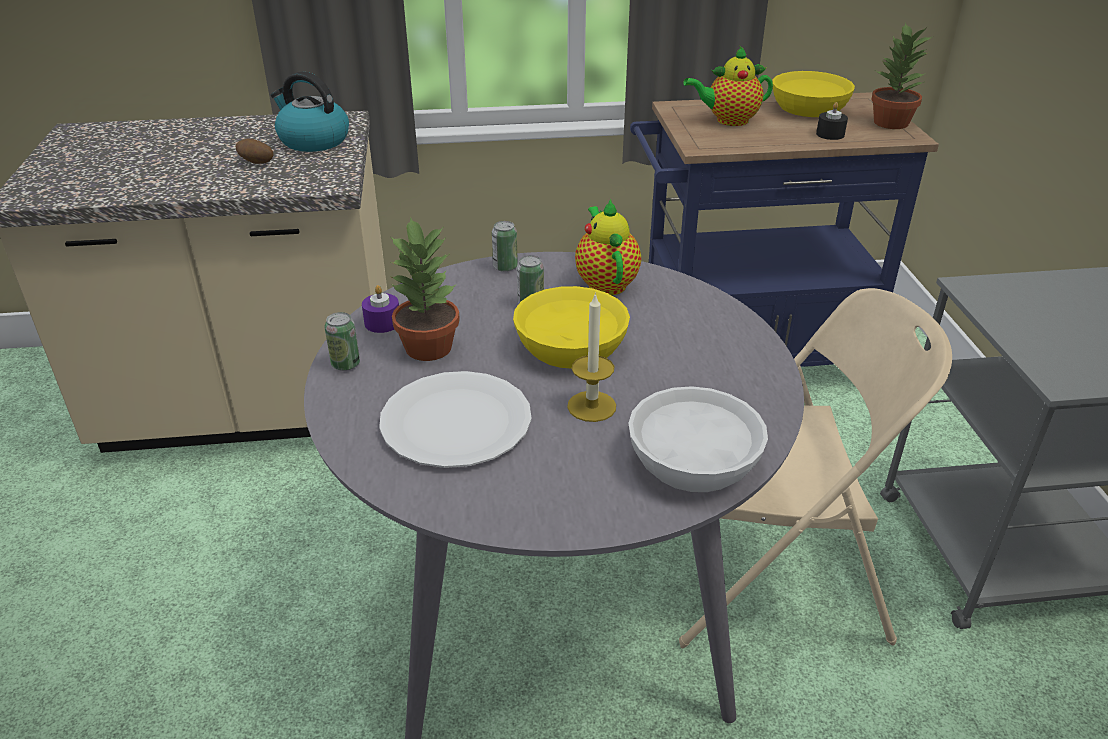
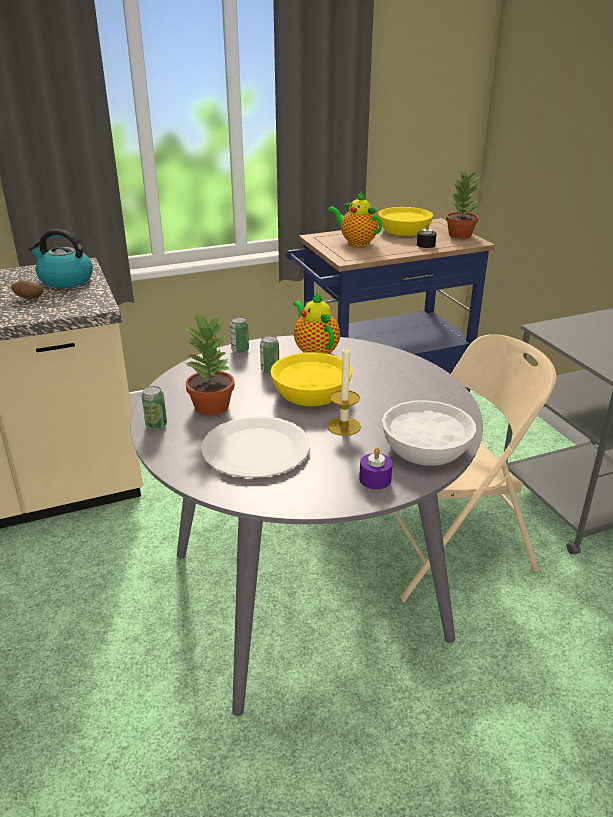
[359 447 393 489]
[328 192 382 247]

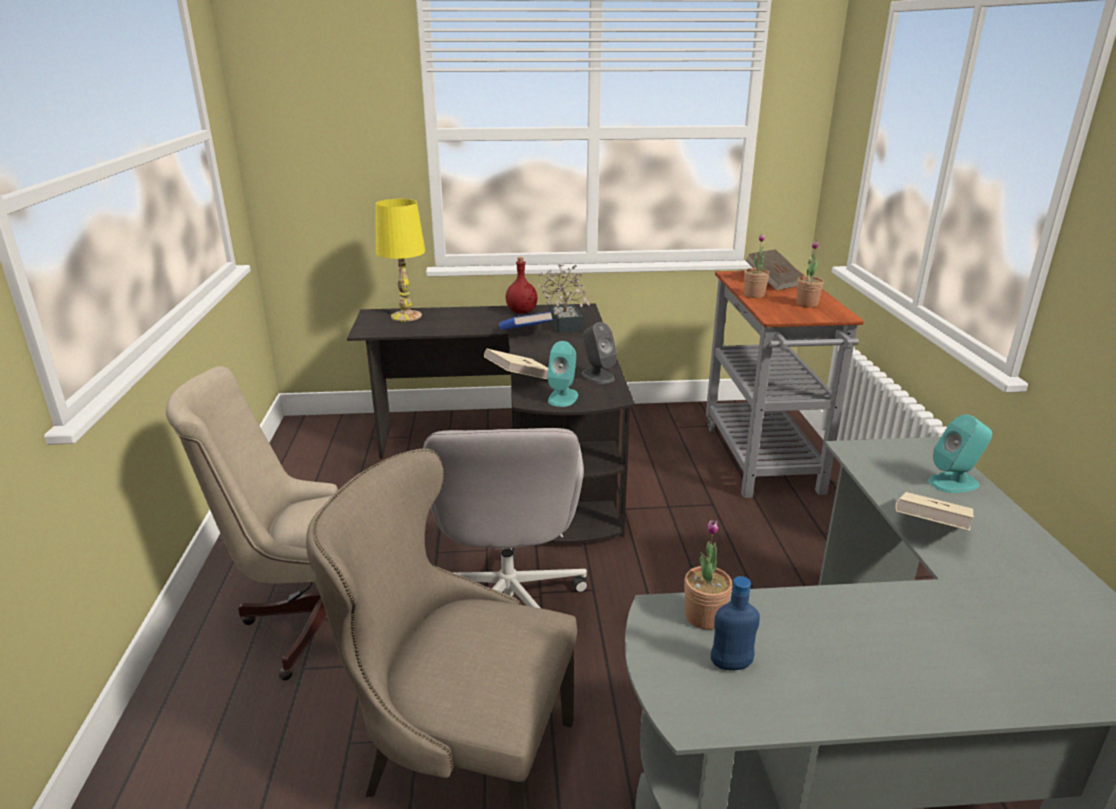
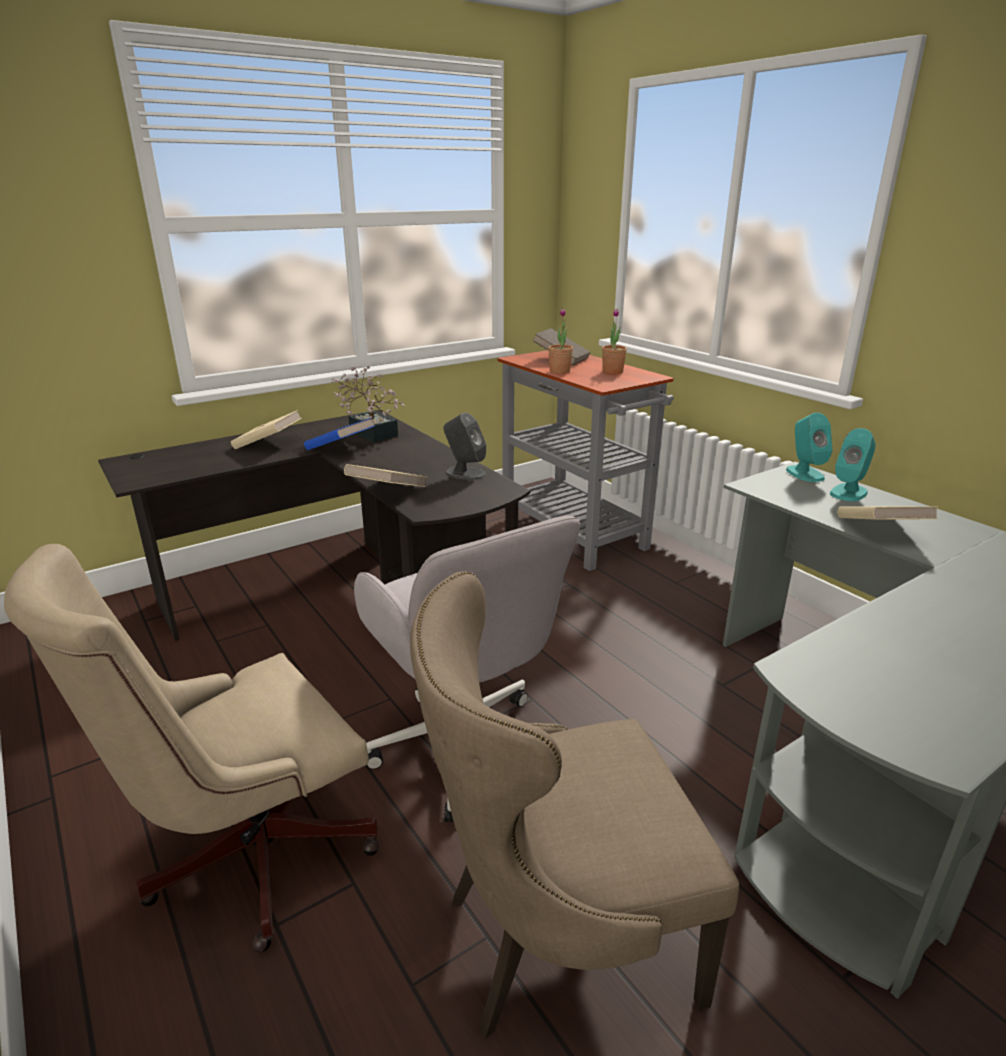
[375 199 425 322] (first image)
[506 257 537 314] (first image)
[786 413 832 482]
[684 520 732 630] (first image)
[711 576 760 670] (first image)
[231 410 302 449]

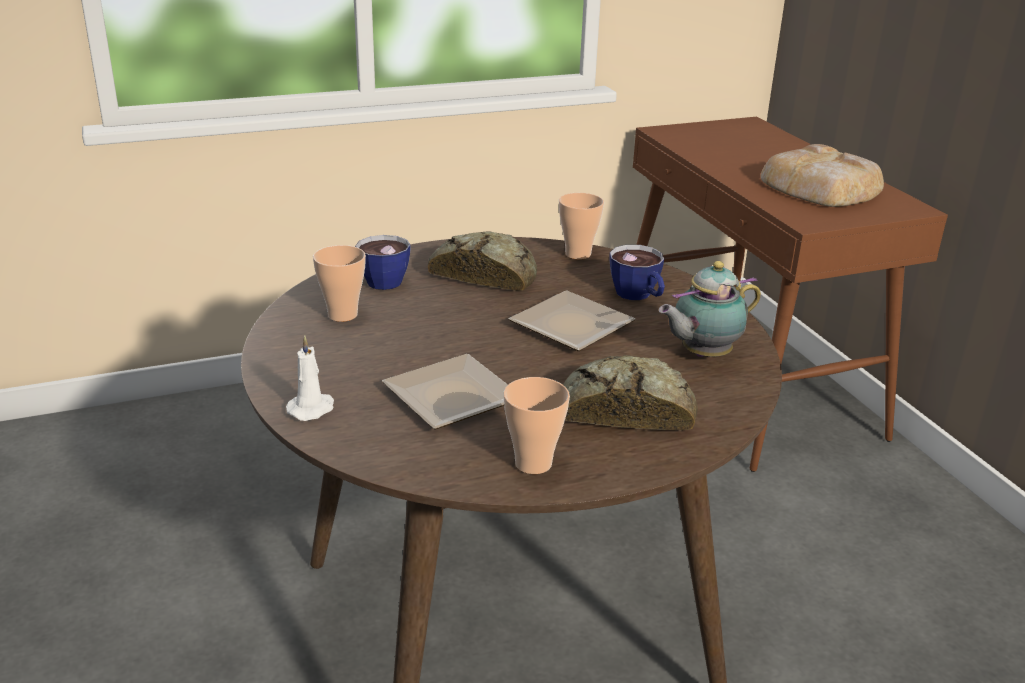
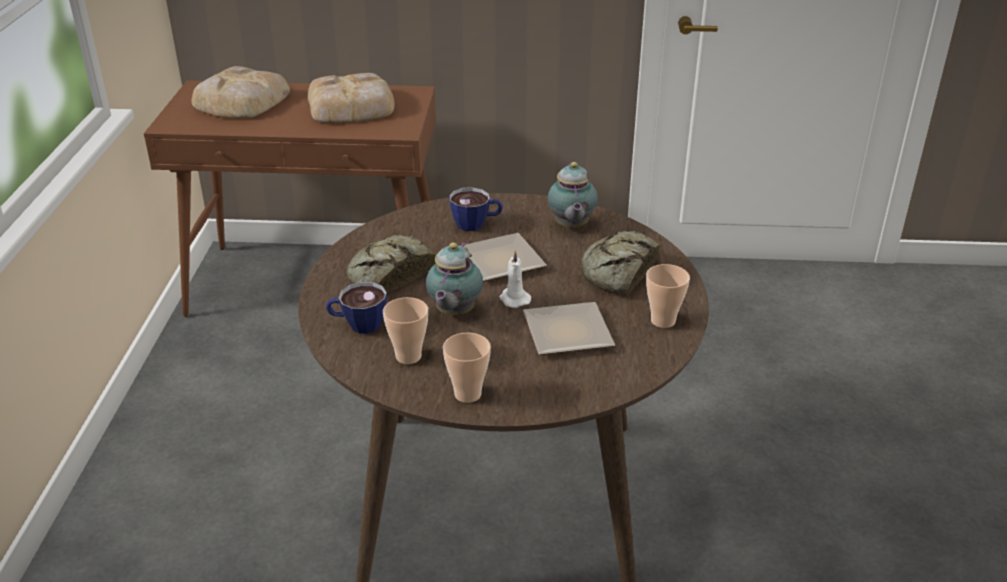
[499 250 531 308]
[443 333 491 403]
[191 66 290 119]
[426 242 483 316]

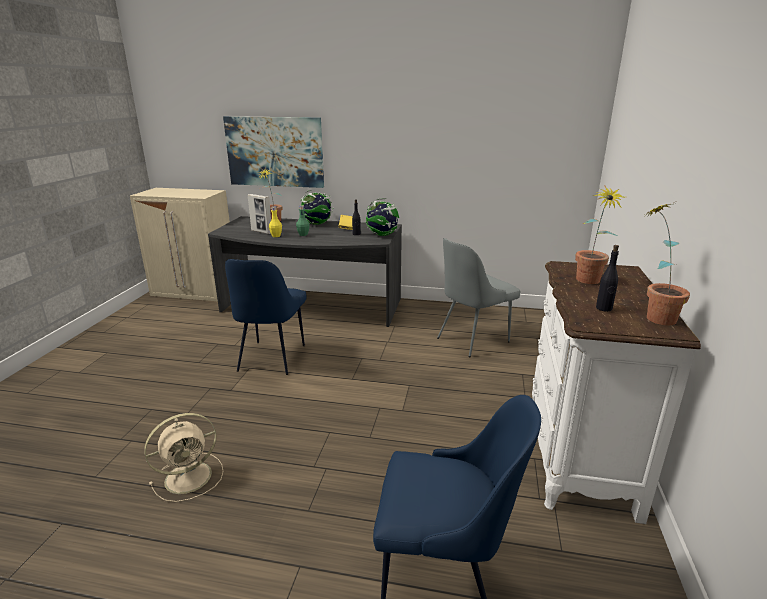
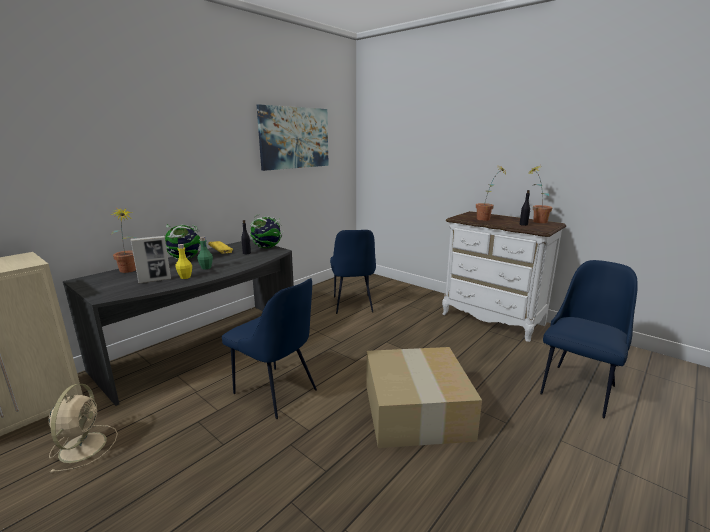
[48 384 118 473]
[257 105 329 171]
[330 230 376 314]
[366 347 482 448]

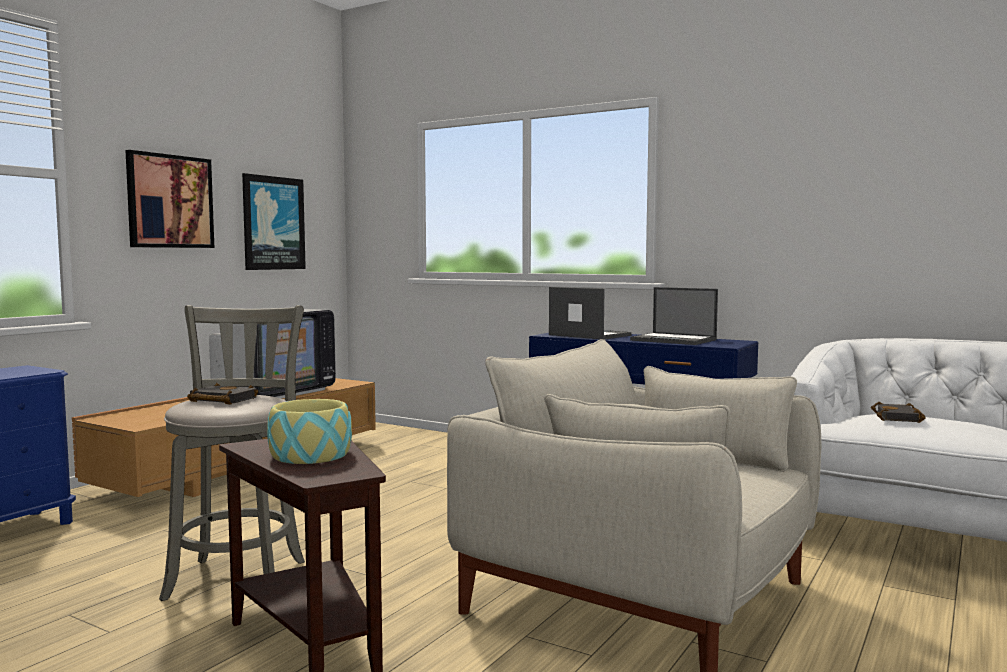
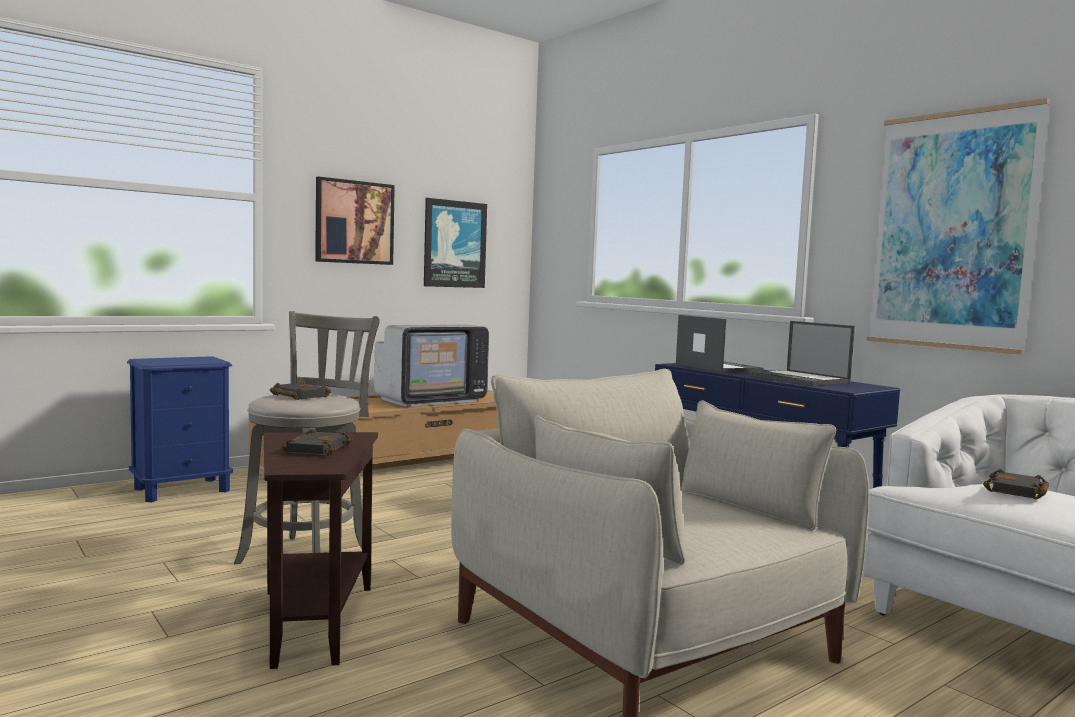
[281 429 353 456]
[866 98 1050 355]

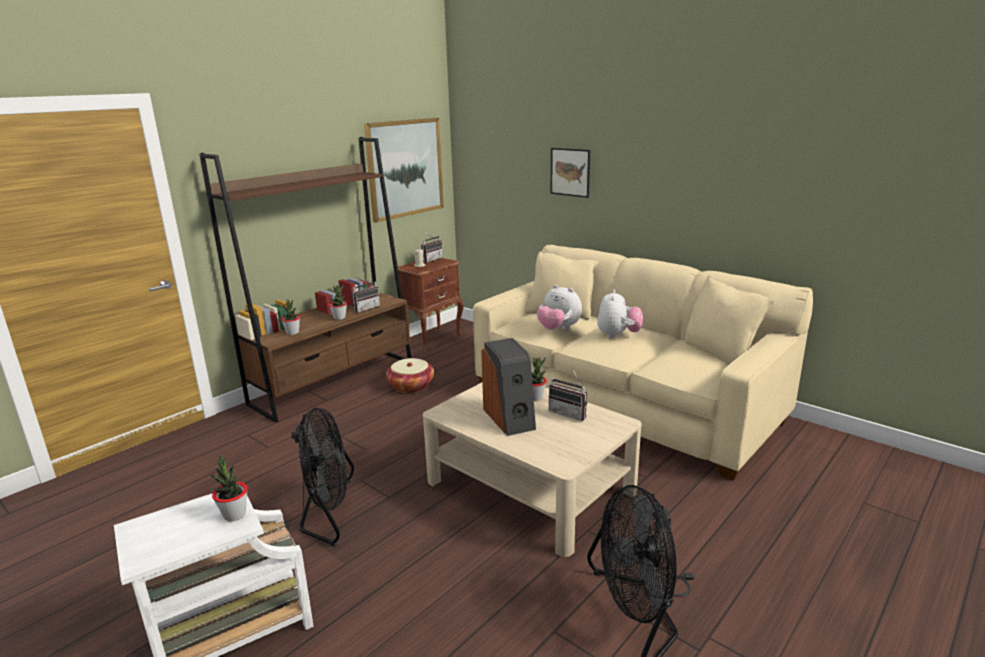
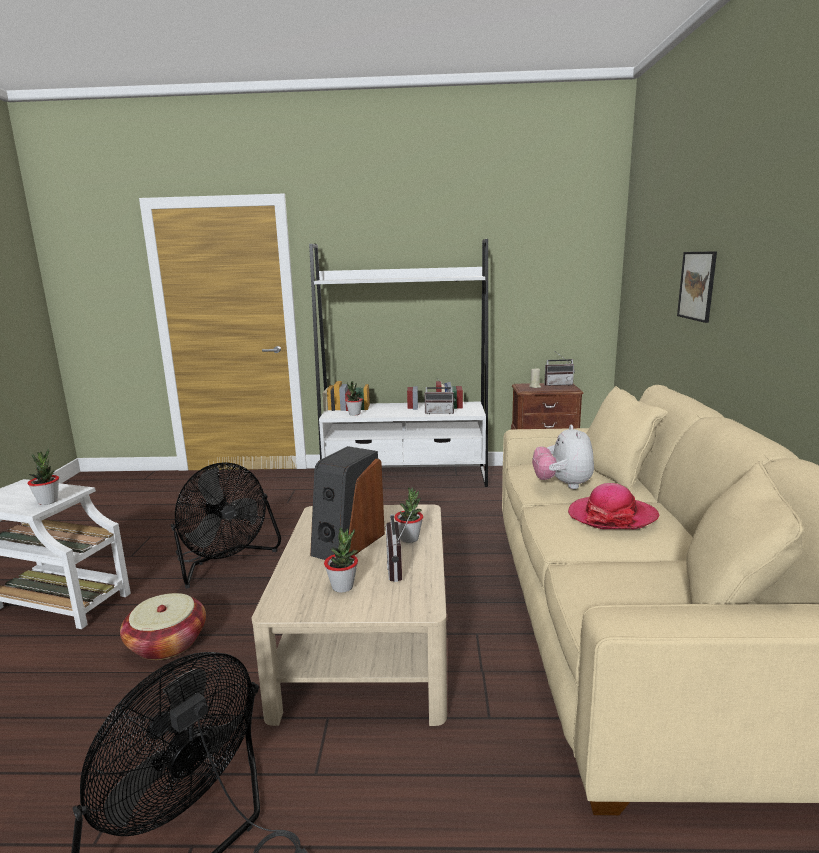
[309 239 488 487]
[324 527 358 593]
[364 118 444 223] (first image)
[120 593 206 660]
[568 483 659 529]

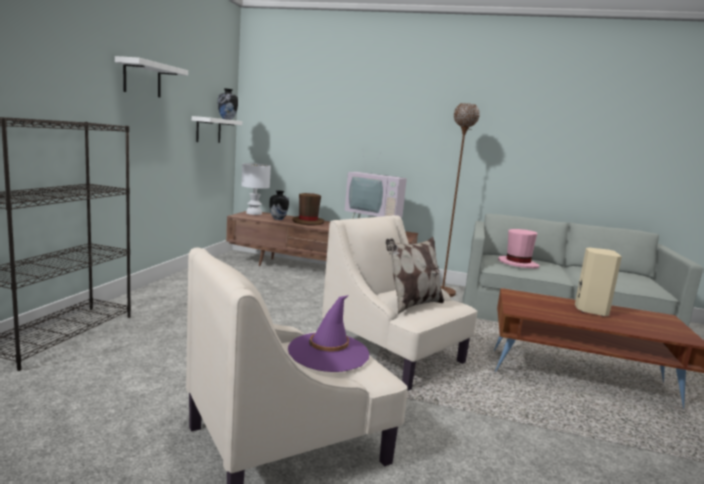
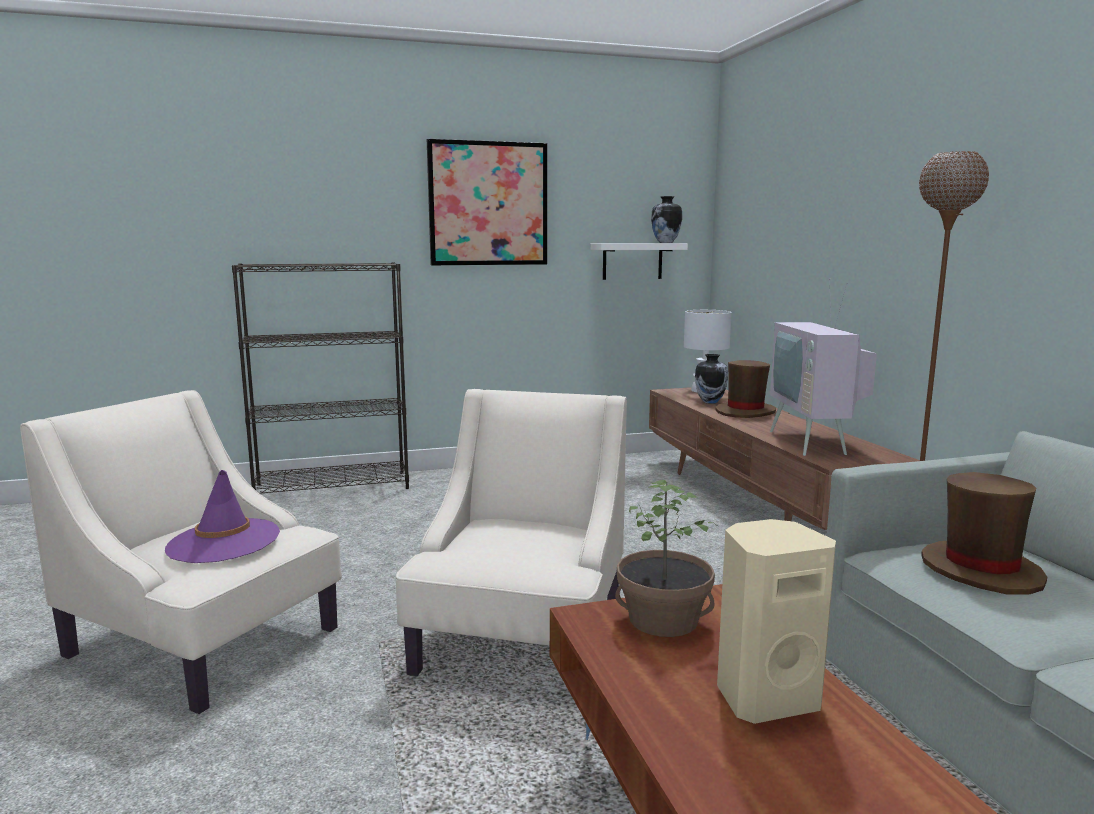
[427 139 547 265]
[386 237 444 314] (first image)
[921 472 1047 595]
[615 480 716 637]

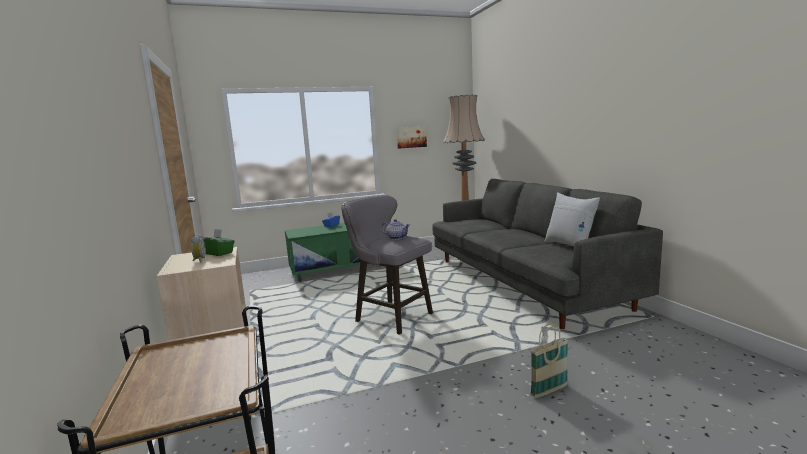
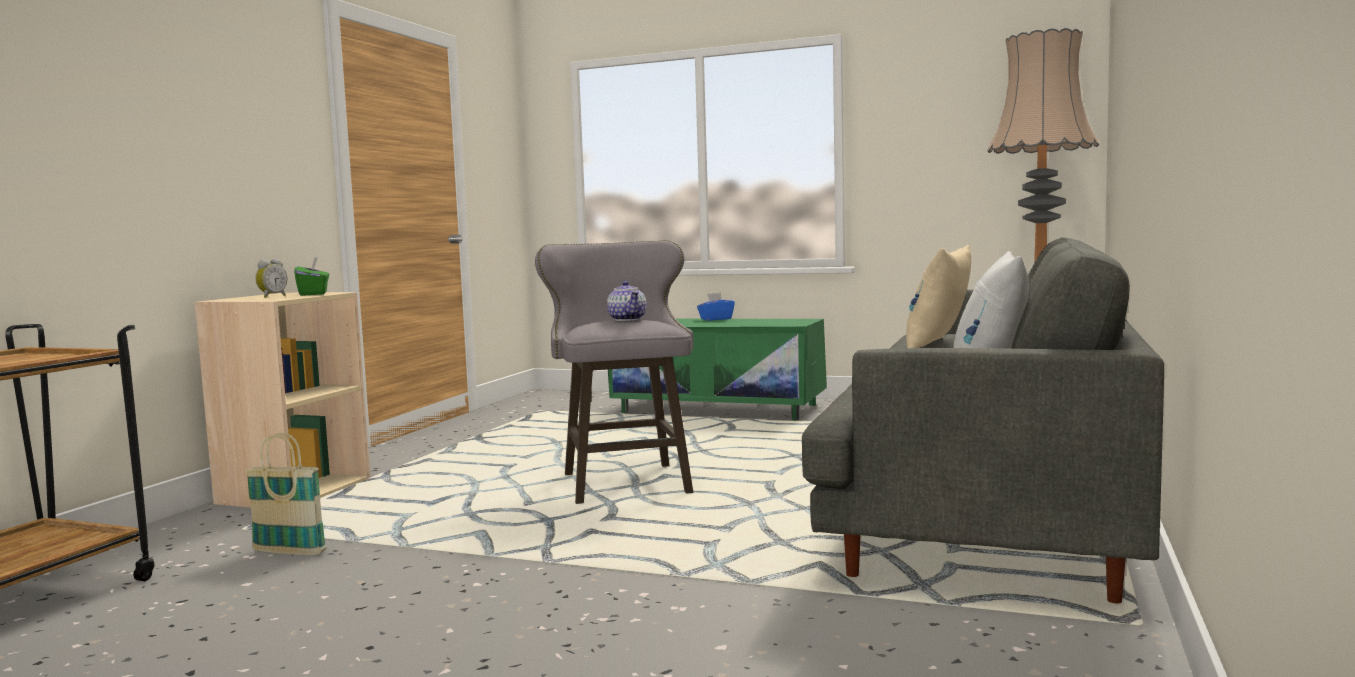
[396 126 427 149] (first image)
[245 433 327 555]
[906 245 971 348]

